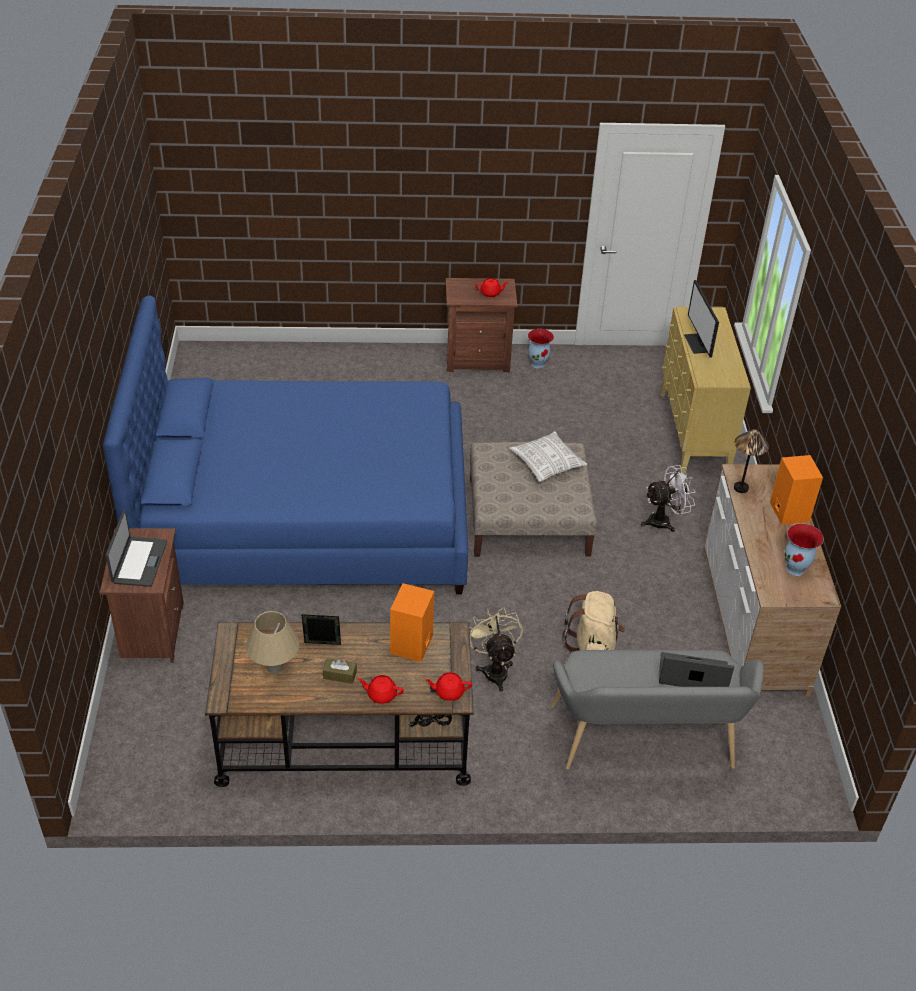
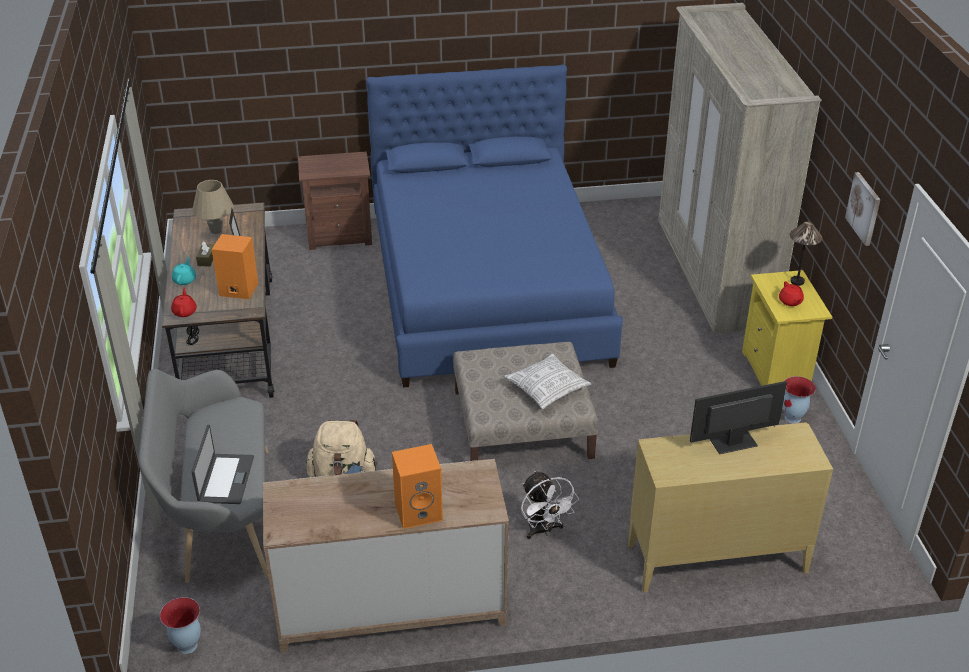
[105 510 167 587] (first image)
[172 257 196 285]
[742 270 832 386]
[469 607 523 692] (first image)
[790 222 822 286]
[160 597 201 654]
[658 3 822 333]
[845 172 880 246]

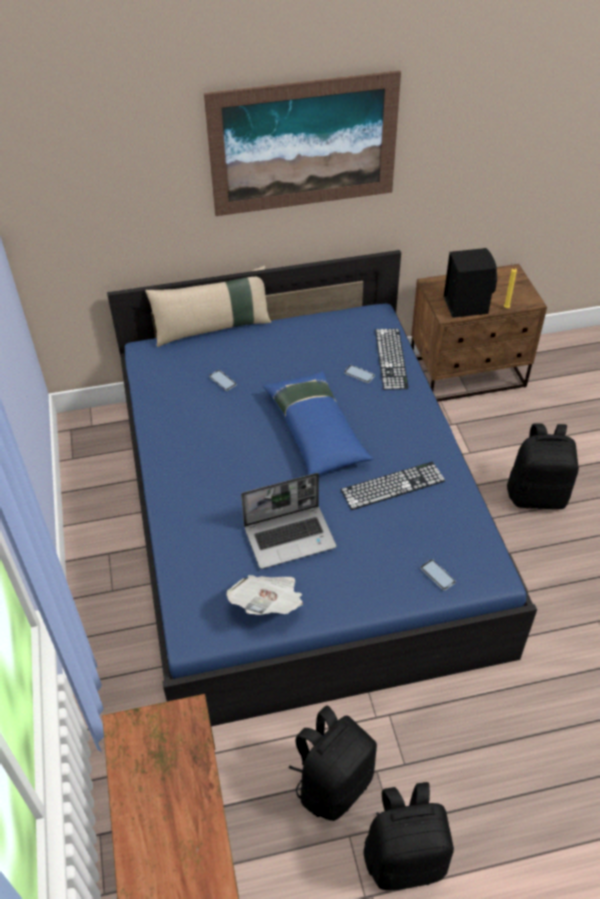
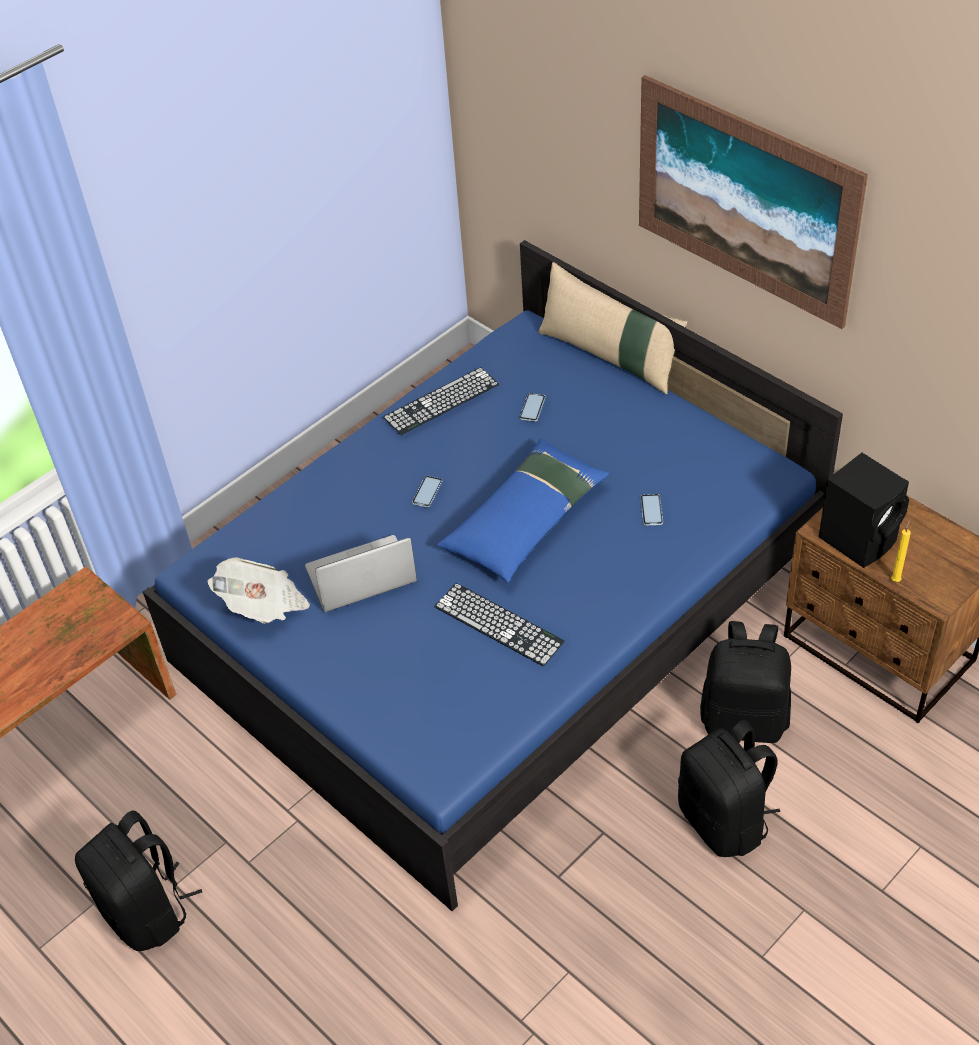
[305 535 417 612]
[700 621 791 743]
[383 367 499 435]
[412 476 443 507]

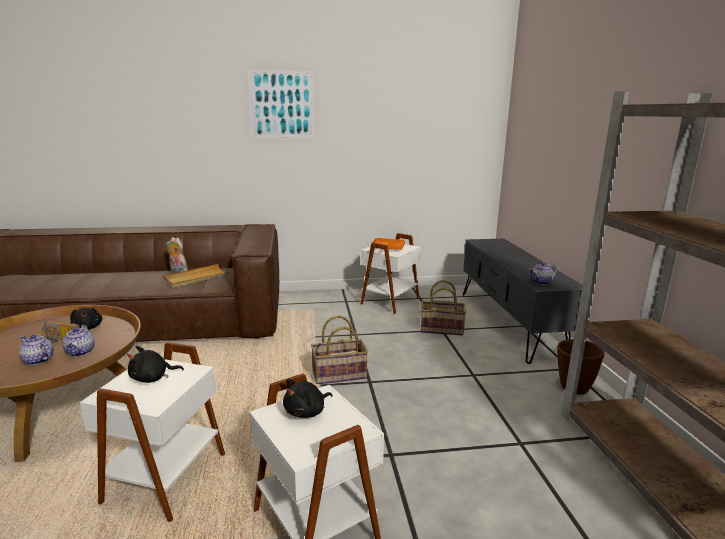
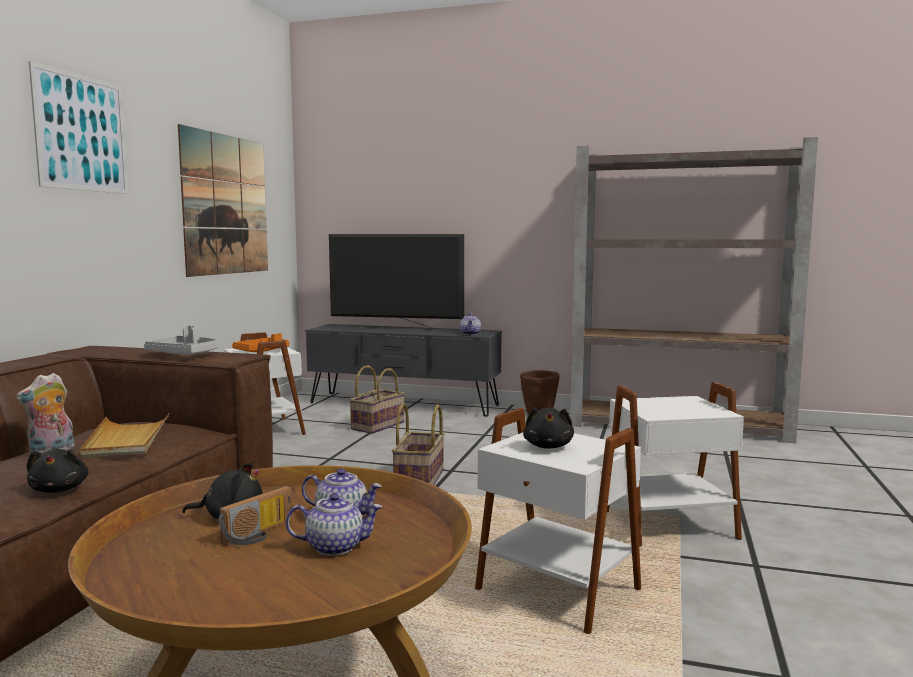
[286 493 383 556]
[27 449 89 493]
[144 326 219 355]
[178 124 268 277]
[329 234 464 329]

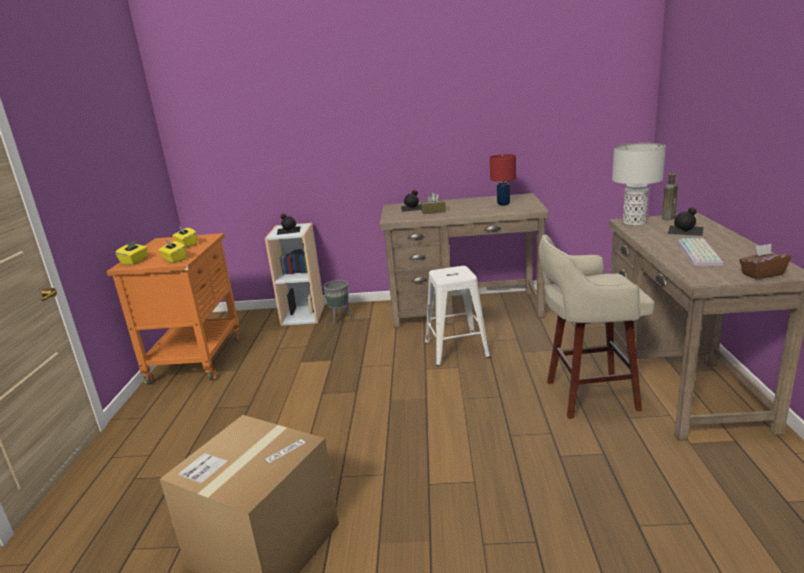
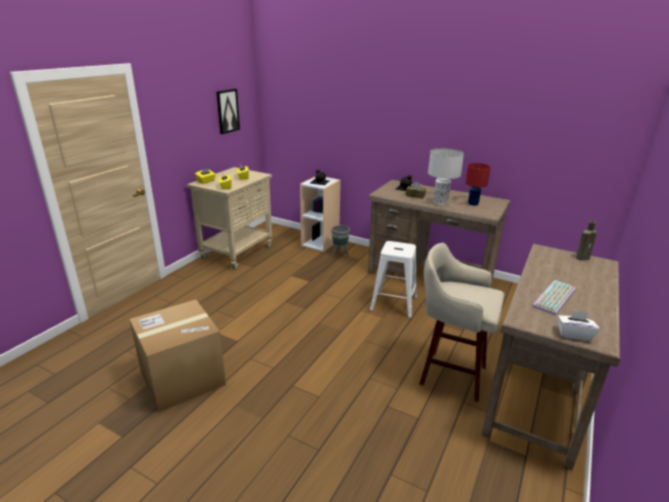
[187 167 272 269]
[428 148 464 205]
[668 207 703 236] (first image)
[558 310 600 341]
[216 89 240 134]

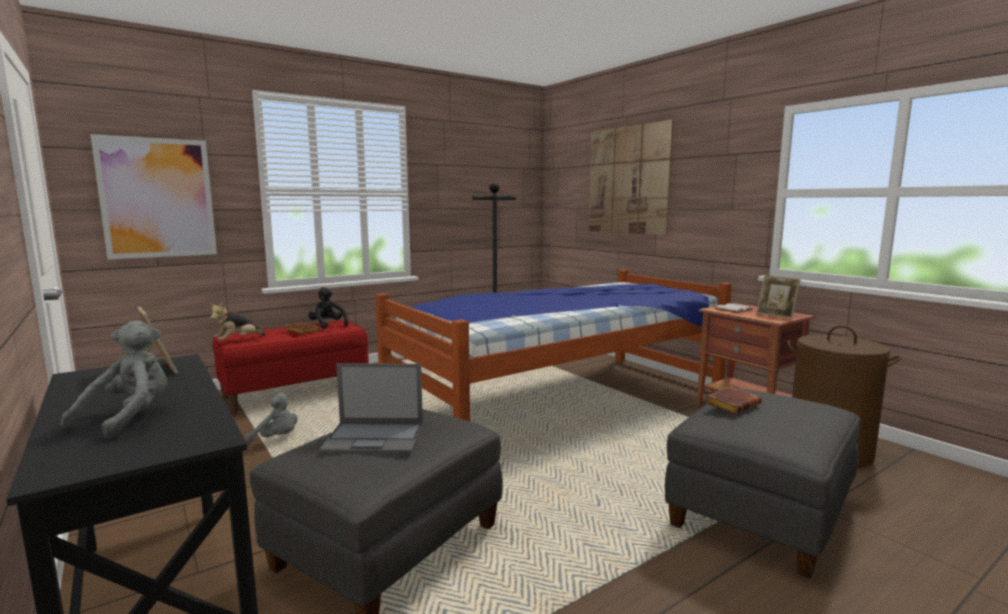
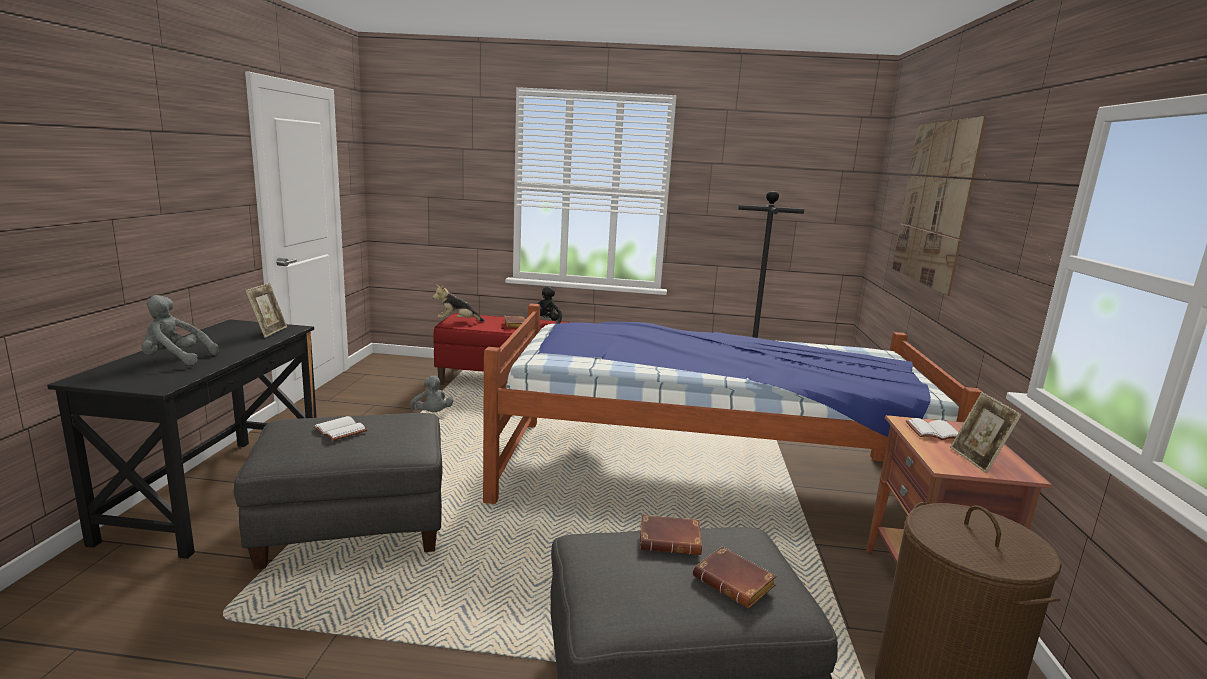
[141 295 219 365]
[90 134 217 259] (first image)
[313 416 368 441]
[693 547 777 608]

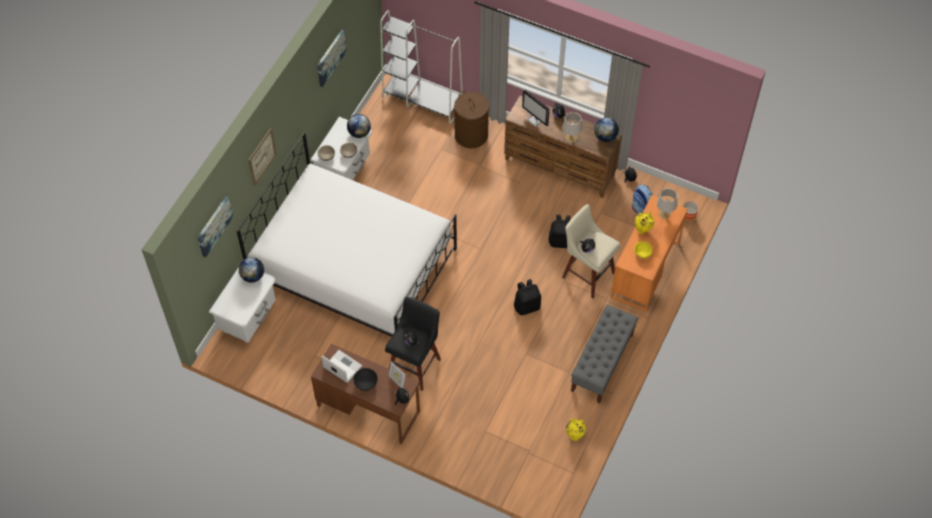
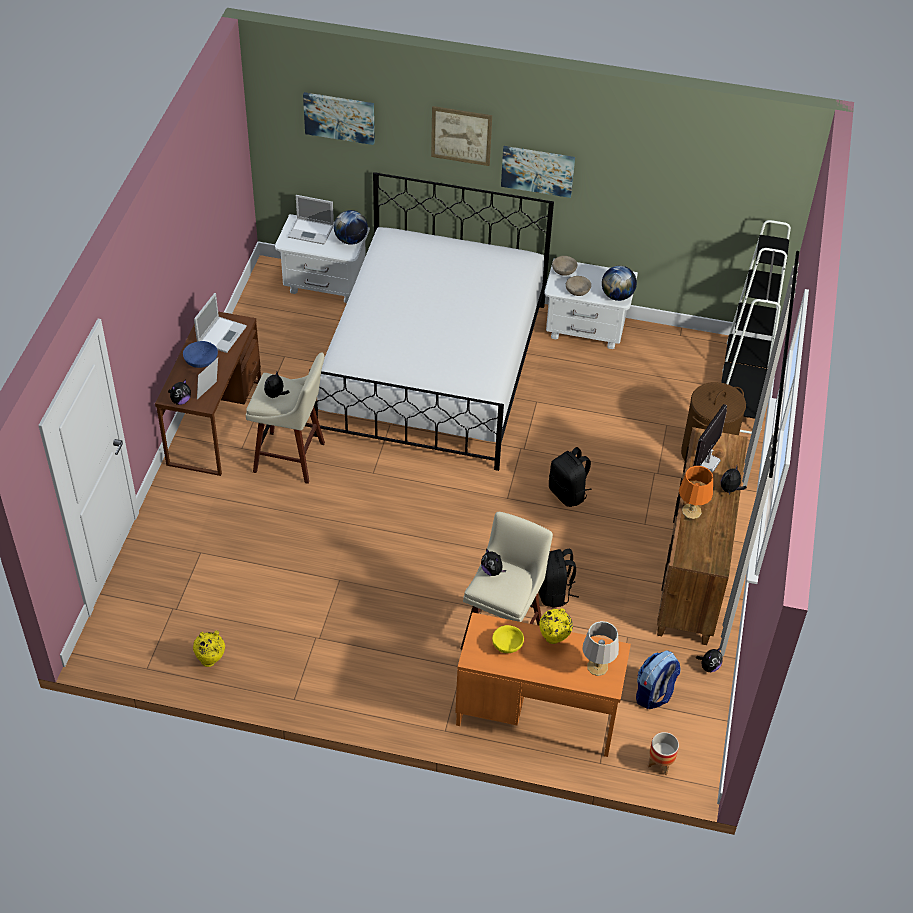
[501 146 575 198]
[183 341 218 368]
[246 352 325 484]
[549 447 592 507]
[679 466 713 519]
[571 305 638 404] (first image)
[594 118 619 142] (first image)
[288 195 334 245]

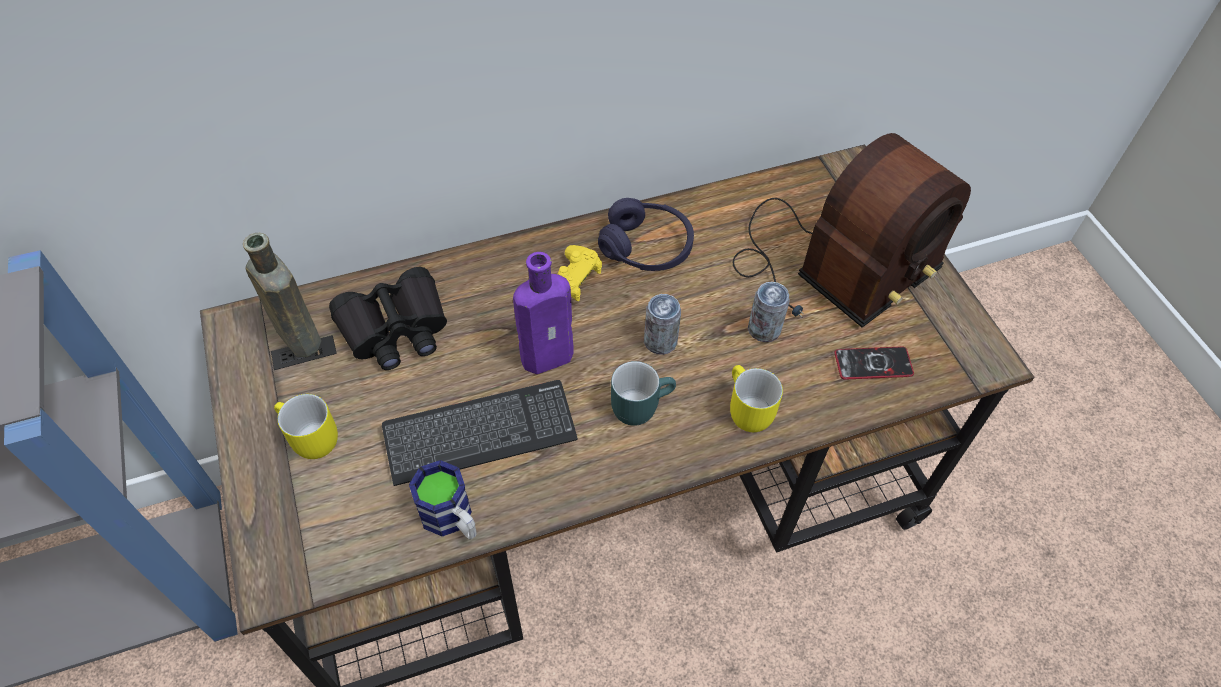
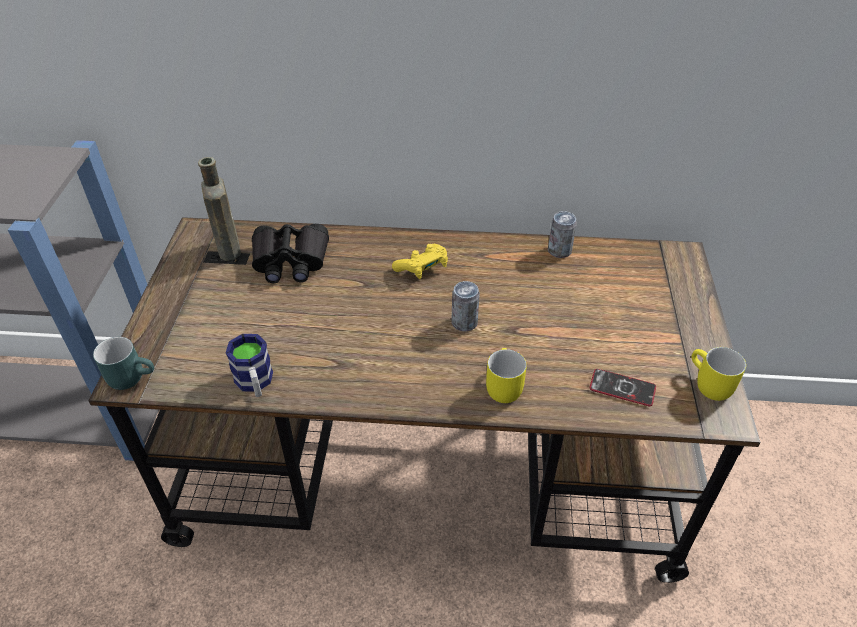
[692 347 746 401]
[382 380 578 486] (first image)
[513 252 574 374] (first image)
[598 198 694 271] (first image)
[93 337 154 390]
[732 133 971 328] (first image)
[548 211 577 258]

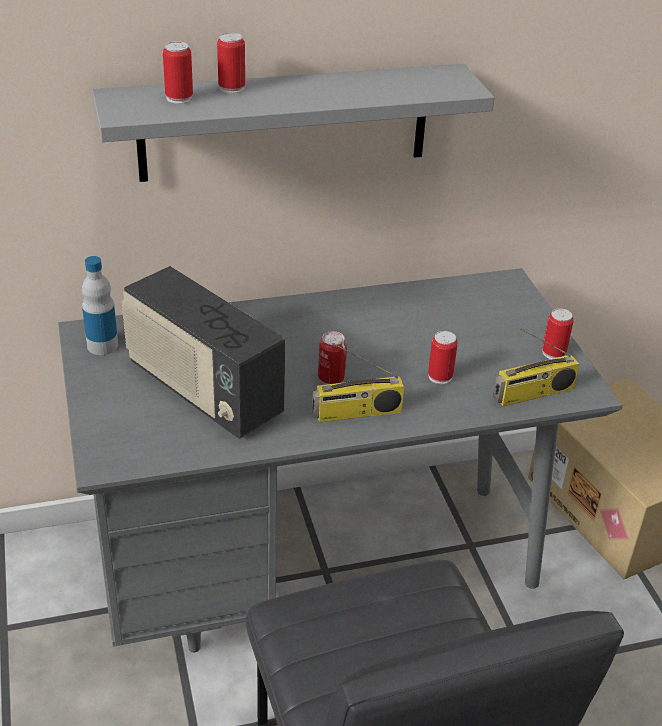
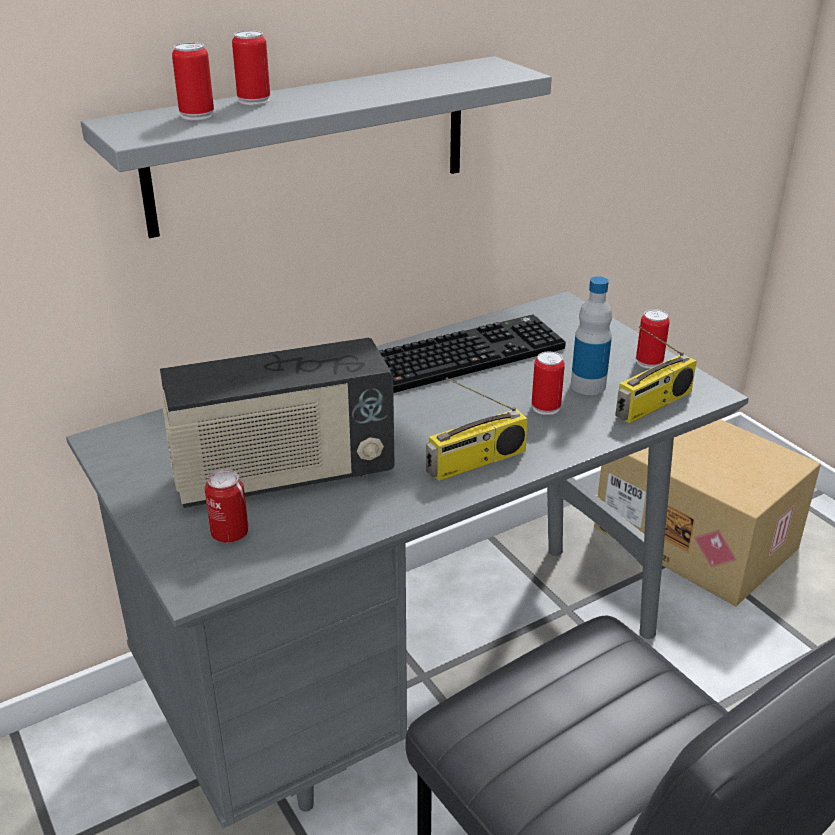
[571 276 612 395]
[160 338 395 508]
[205 469 249 543]
[379 315 566 393]

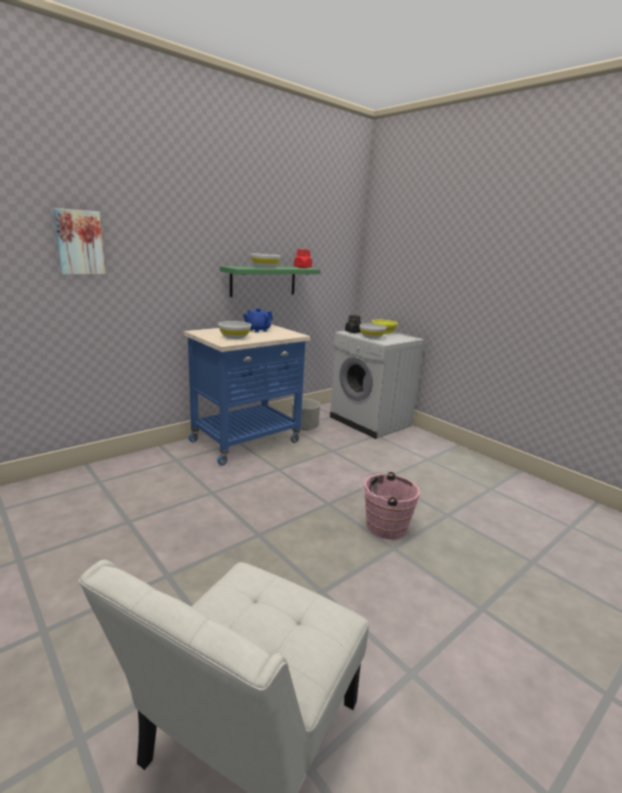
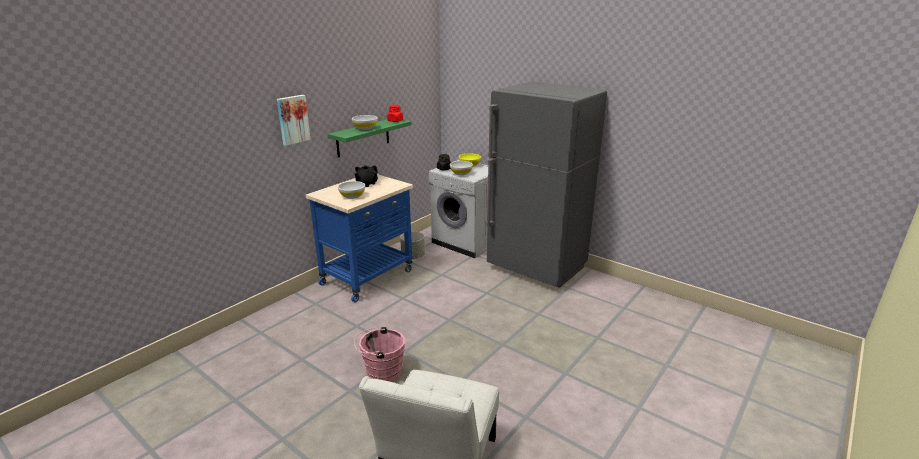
[277 95 311 146]
[355 166 378 187]
[354 326 405 382]
[487 81 607 288]

